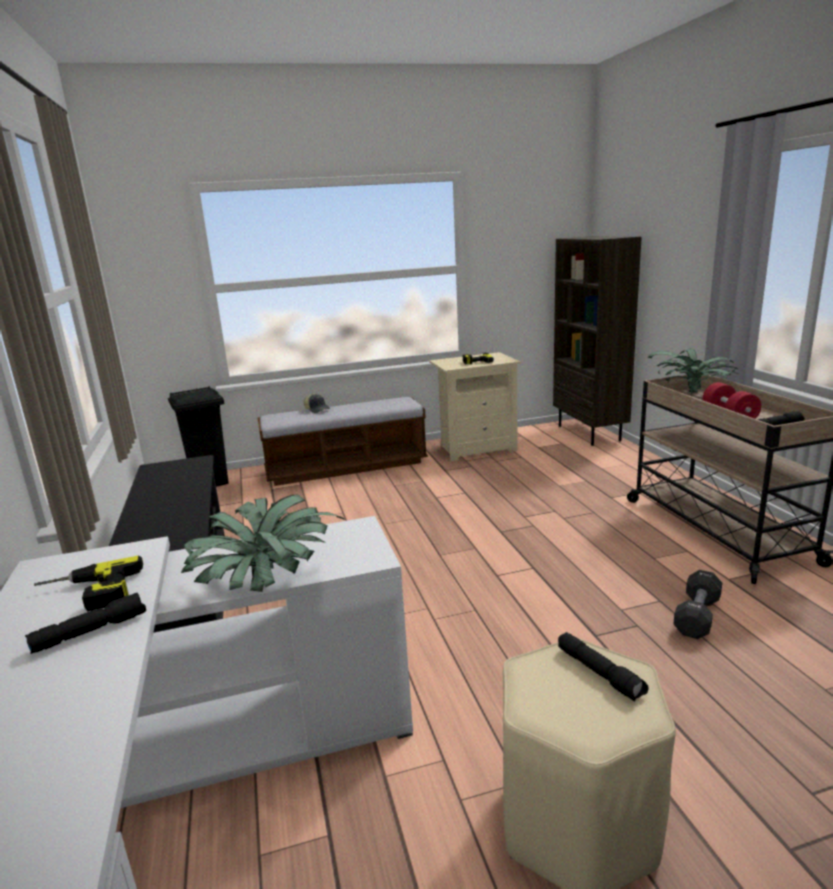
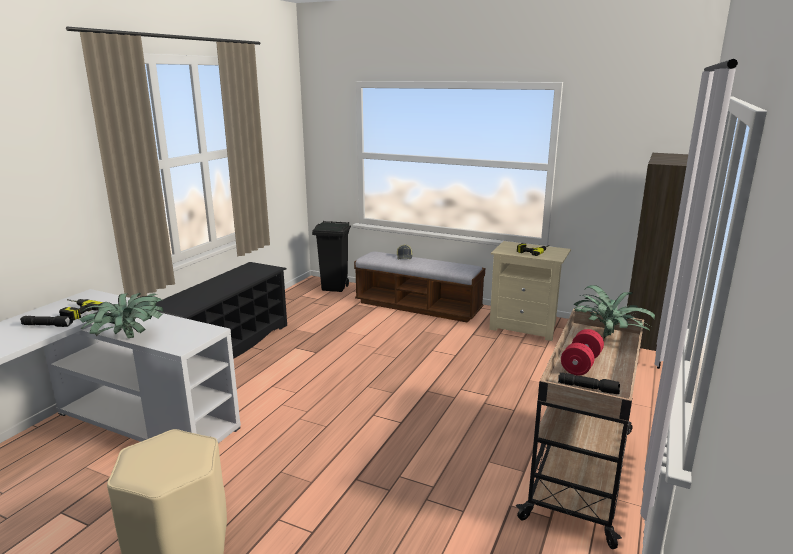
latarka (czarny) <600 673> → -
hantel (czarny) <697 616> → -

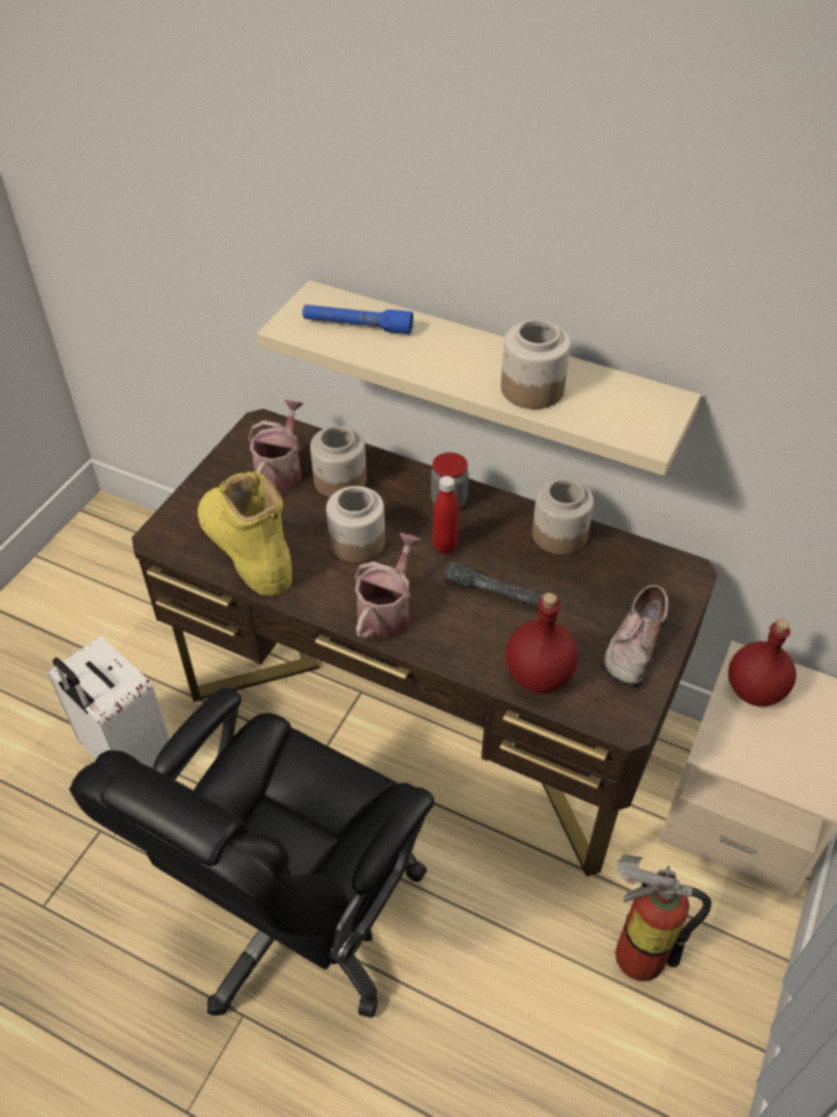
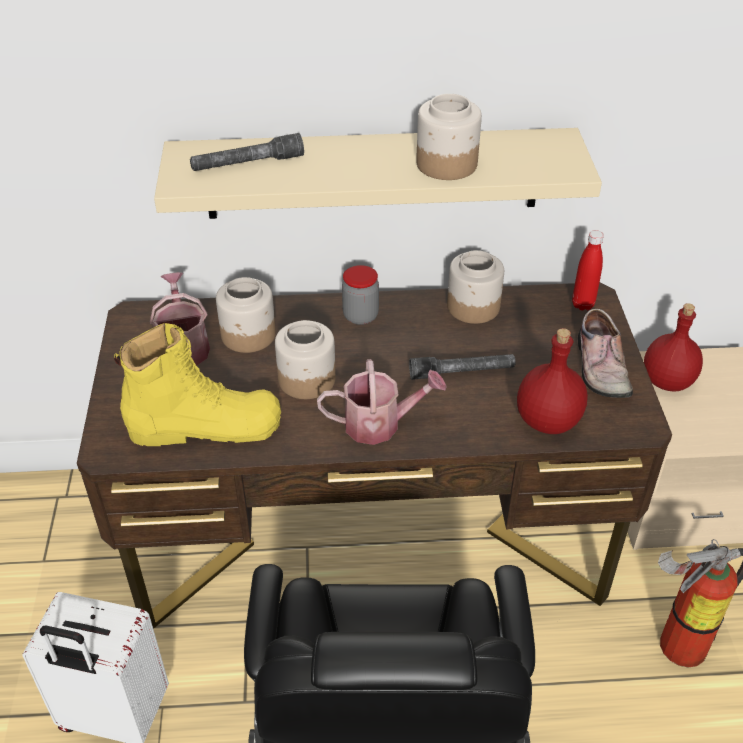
butelka (czerwony) <445 546> → butelka (czerwony) <582 304>, moved
latarka (niebieski) <357 326> → latarka (szary) <247 164>
but z cholewką (żółty) <246 549> → but z cholewką (żółty) <205 426>, 150 degrees clockwise
konewka <387 610> → konewka <380 424>, 90 degrees clockwise

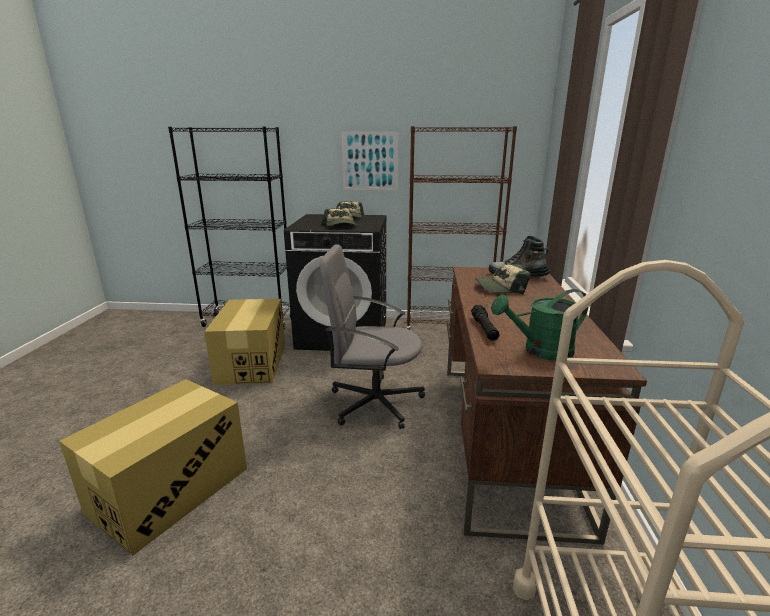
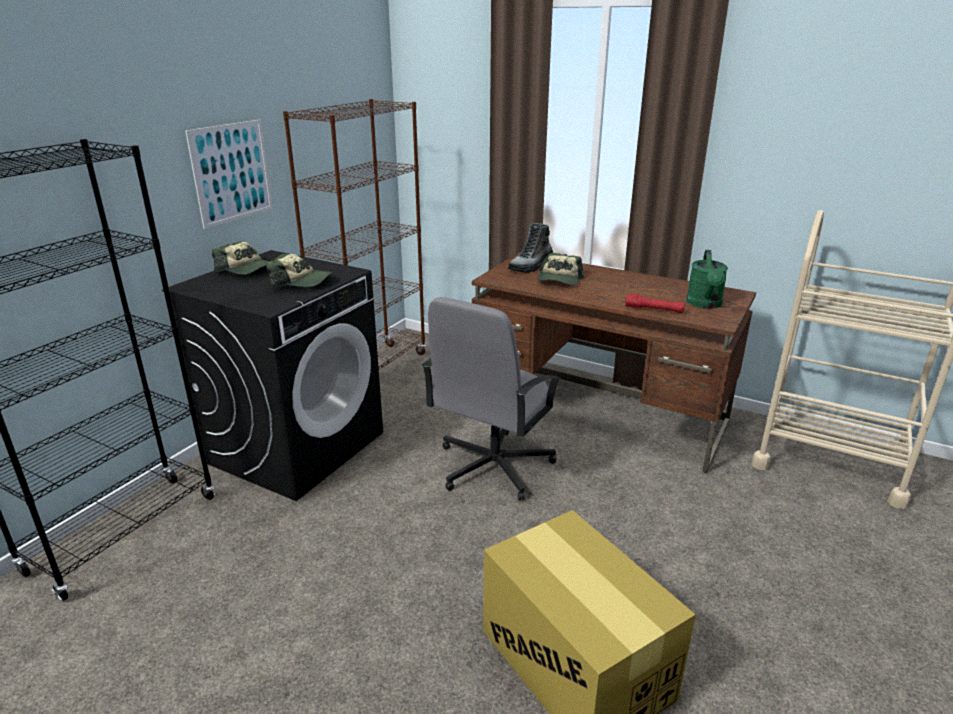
karton <252 363> → -
latarka (czarny) <484 328> → latarka (czerwony) <654 310>

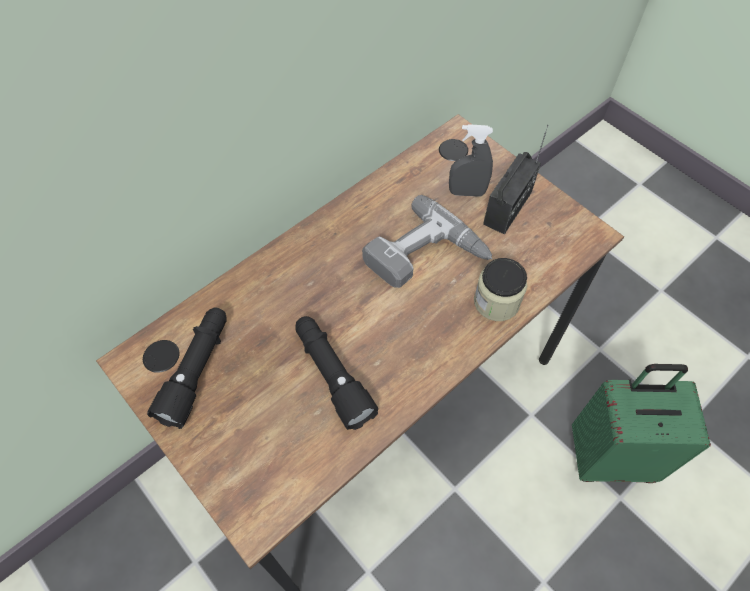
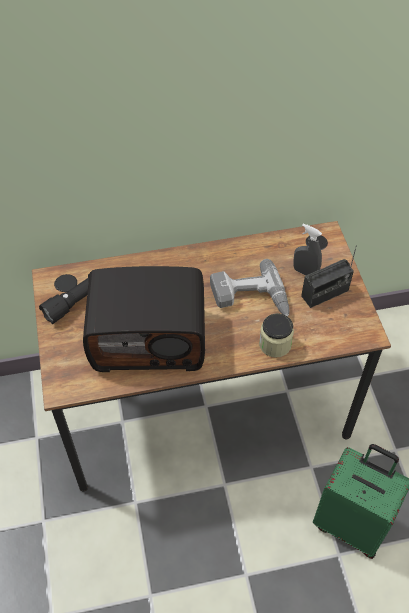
latarka (czarny) <332 375> → radio <149 337>

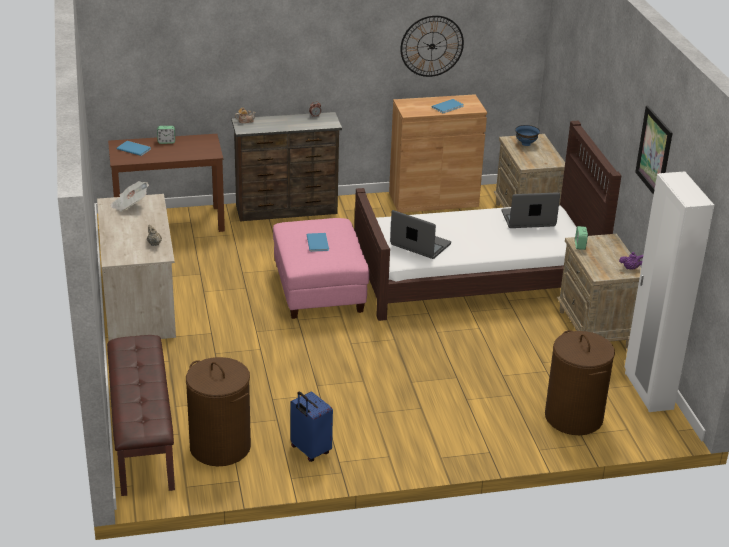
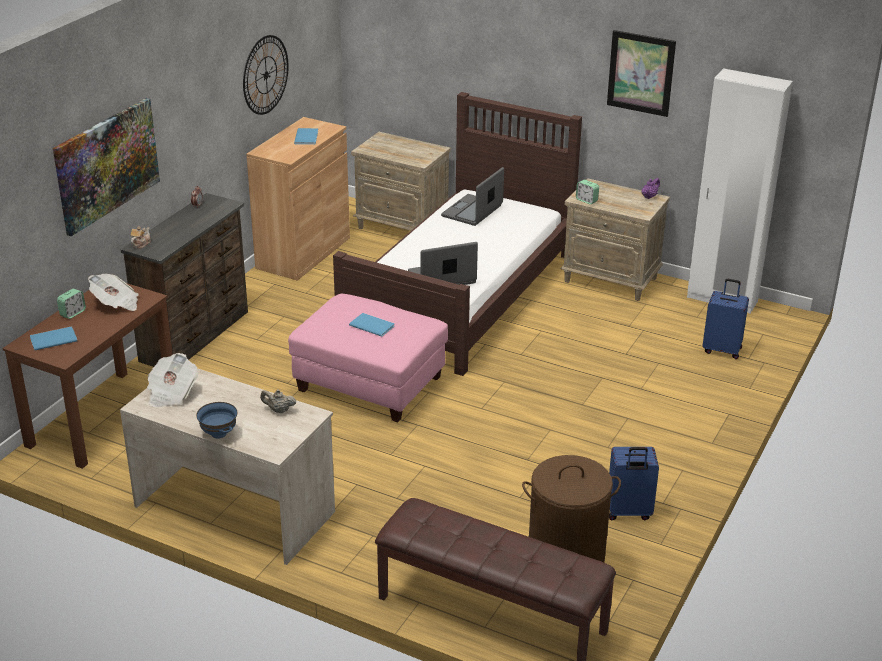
- → obraz <107 165>
- → gazeta <116 304>
miska (niebieski) <525 144> → miska (niebieski) <218 434>, moved
kosz na pranie (brązowy) <574 417> → walizka (niebieski) <722 349>

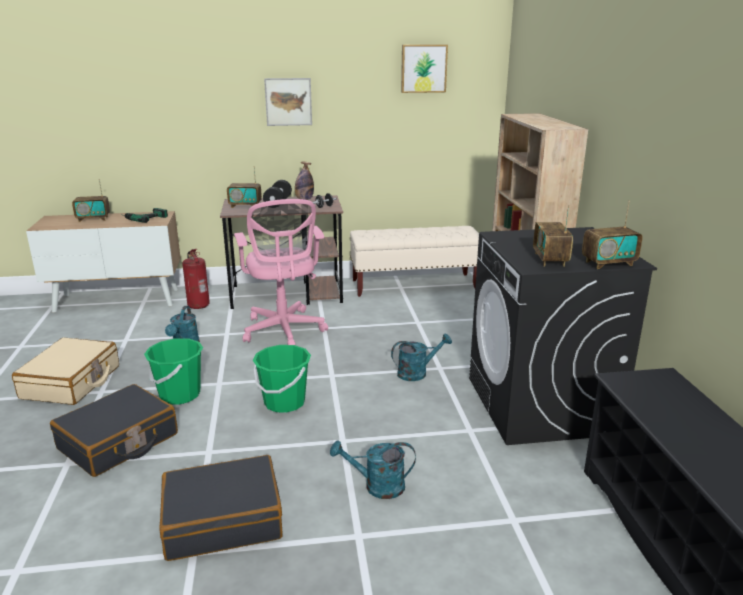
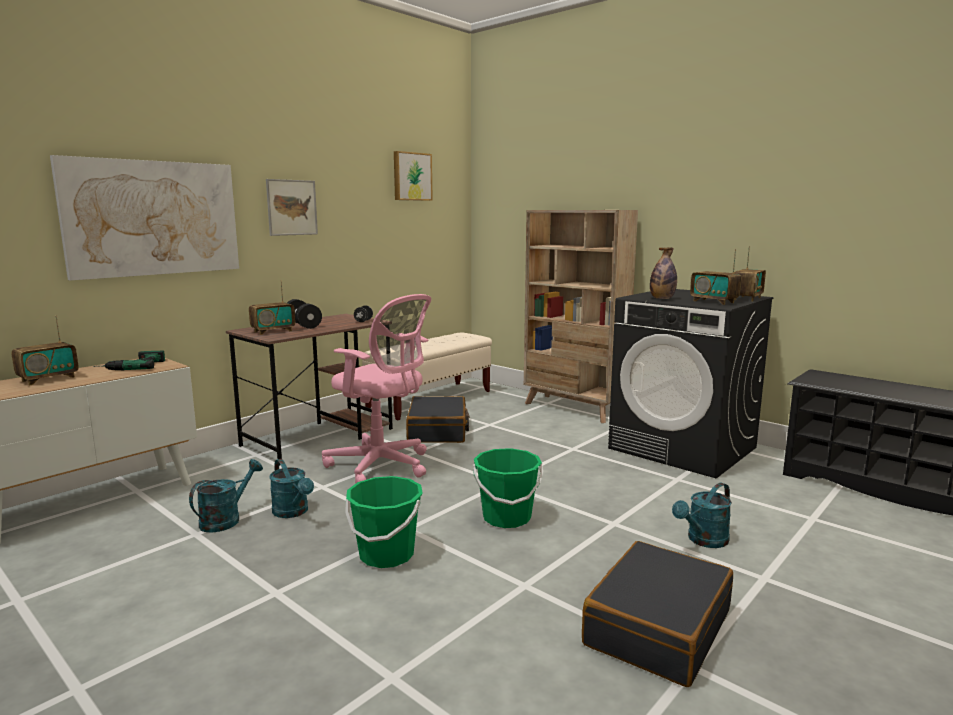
walizka (beżowy) <71 382> → -
gaśnica <198 305> → -
- → obraz <153 218>
walizka (czarny) <118 442> → walizka (czarny) <438 431>, moved
butelka <304 199> → butelka <662 299>, moved
konewka (turkusowy) <417 373> → konewka (turkusowy) <226 519>, moved

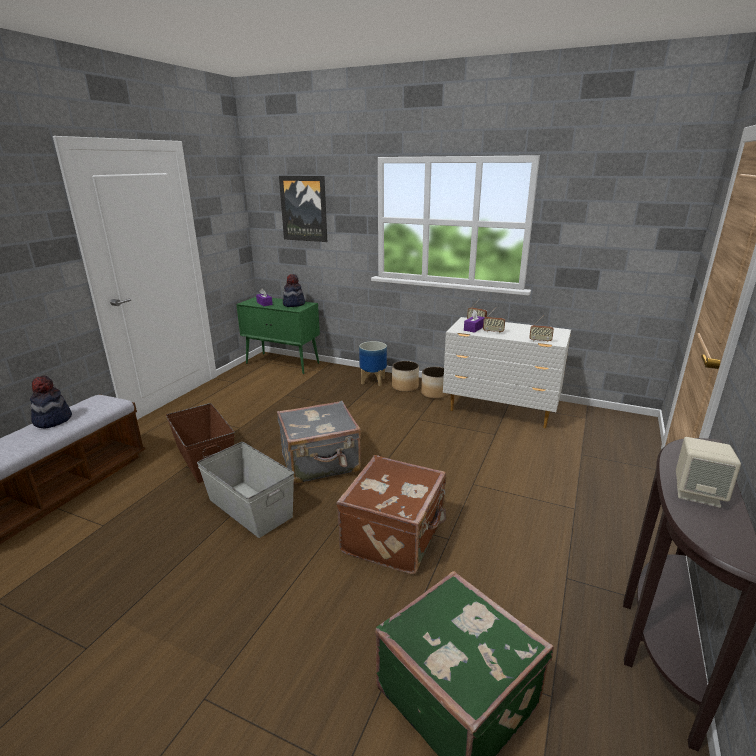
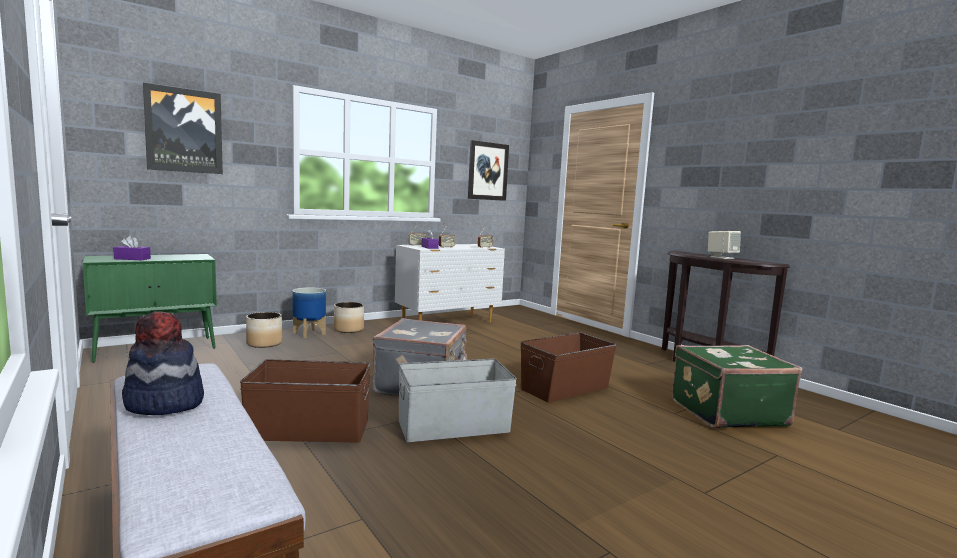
kapelusz <293 304> → -
- → obraz <488 171>
donica <434 393> → donica <264 343>, moved
walizka (brązowy) <395 536> → pojemnik do przechowywania (brązowy) <564 388>

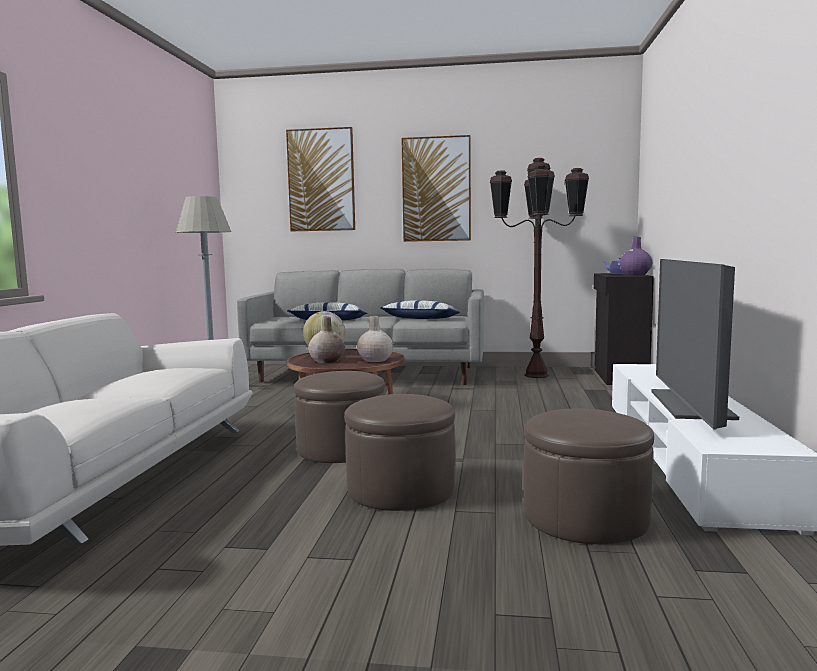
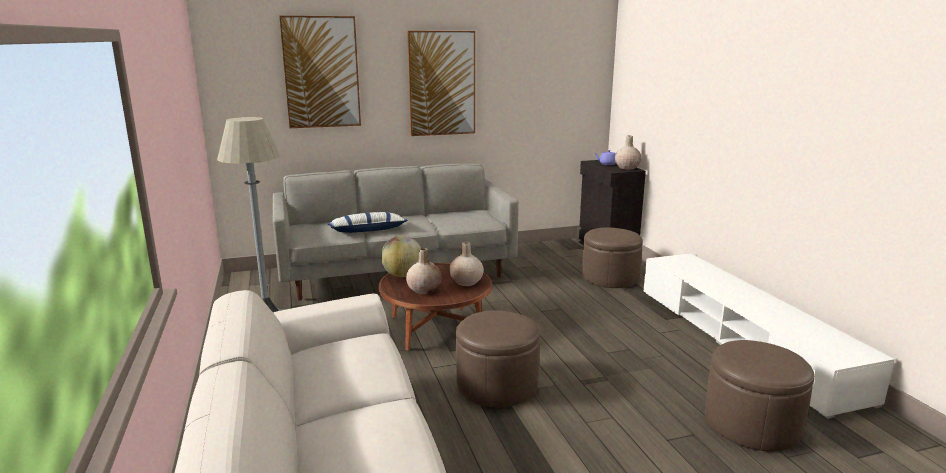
poduszka <420 319> → -
lampa stojąca (brązowy) <536 375> → -
telewizor <691 405> → -
pufa (brązowy) <401 489> → pufa (brązowy) <610 277>, moved
wazon (fioletowy) <635 275> → wazon (beżowy) <627 168>

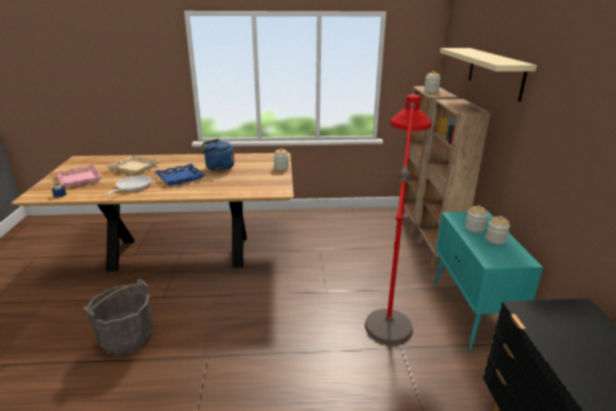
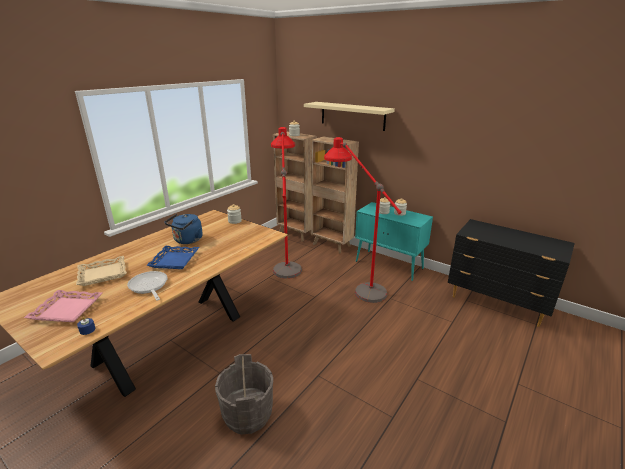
- → lampa stojąca (czerwony) <287 260>

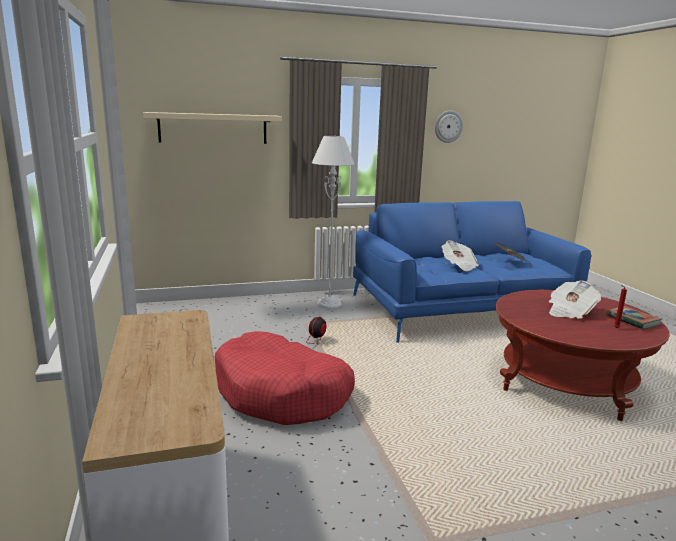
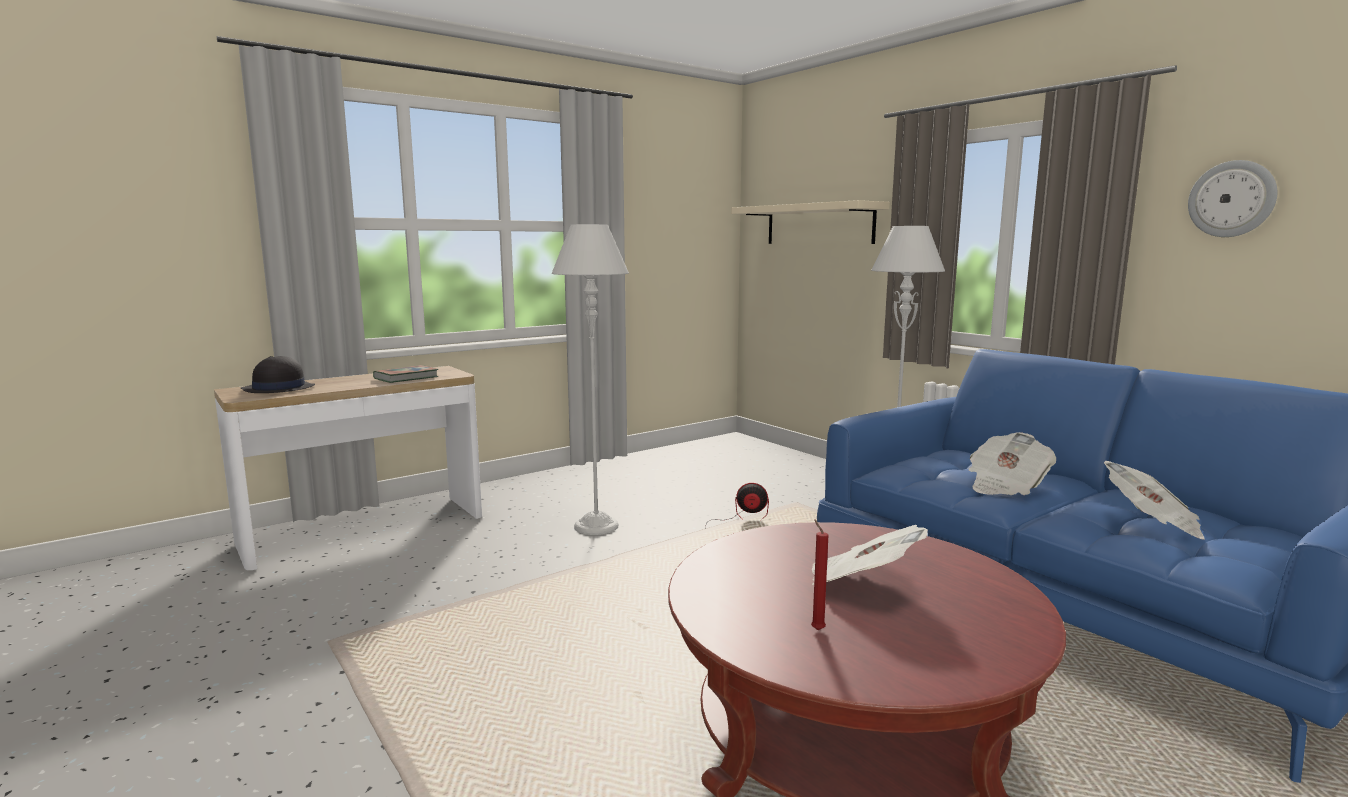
- → kapelusz (czarny) <278 388>
książka <632 320> → książka <406 378>, moved
legowisko (czerwony) <282 393> → lampa stojąca (szary) <596 526>

